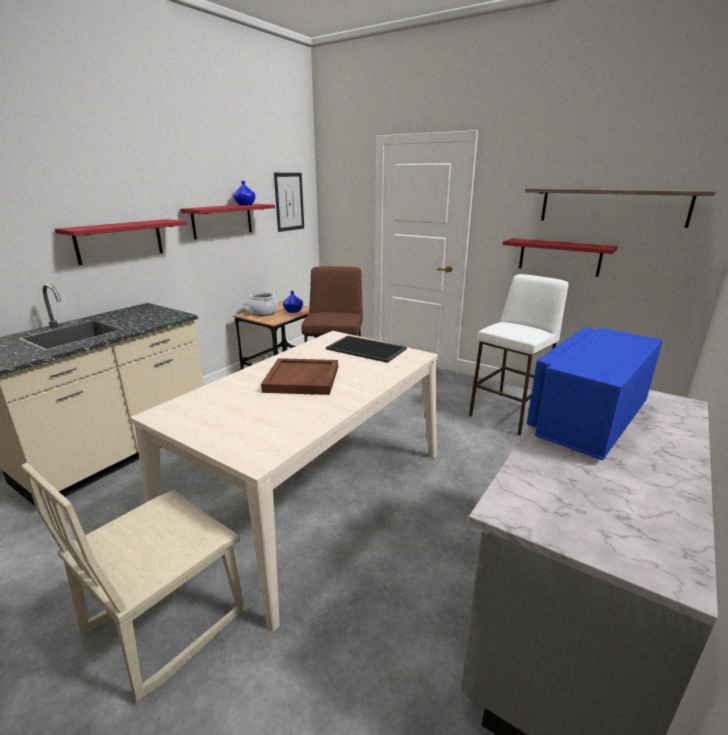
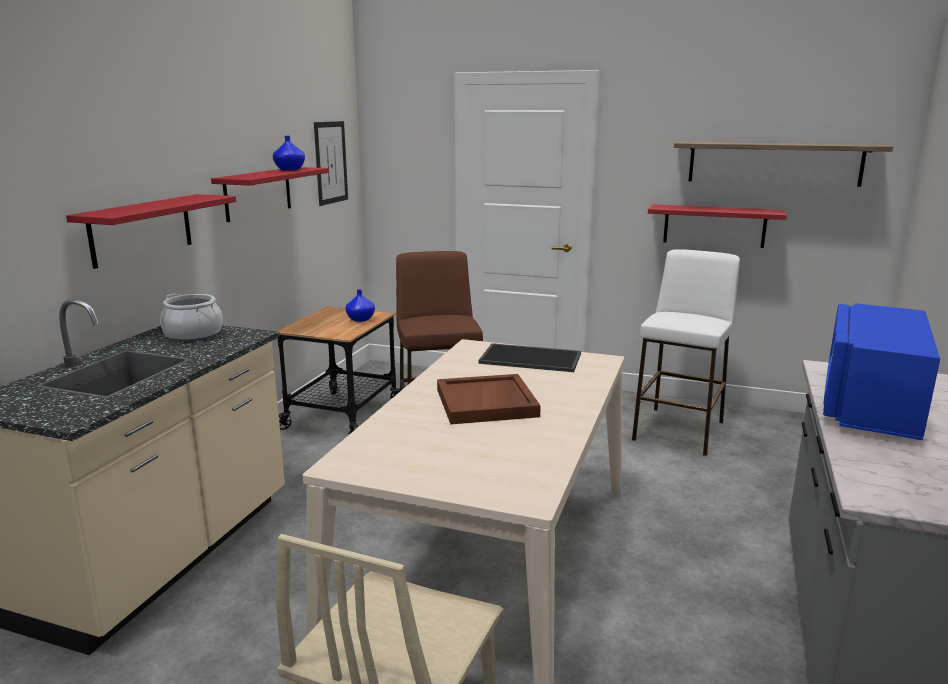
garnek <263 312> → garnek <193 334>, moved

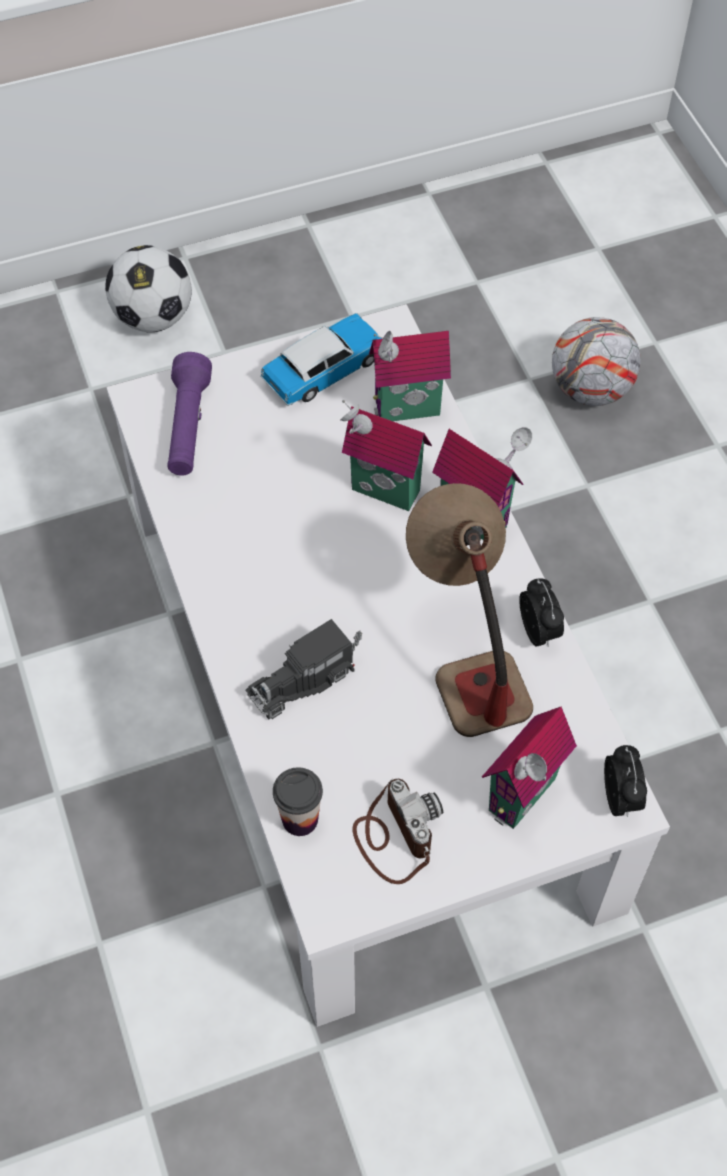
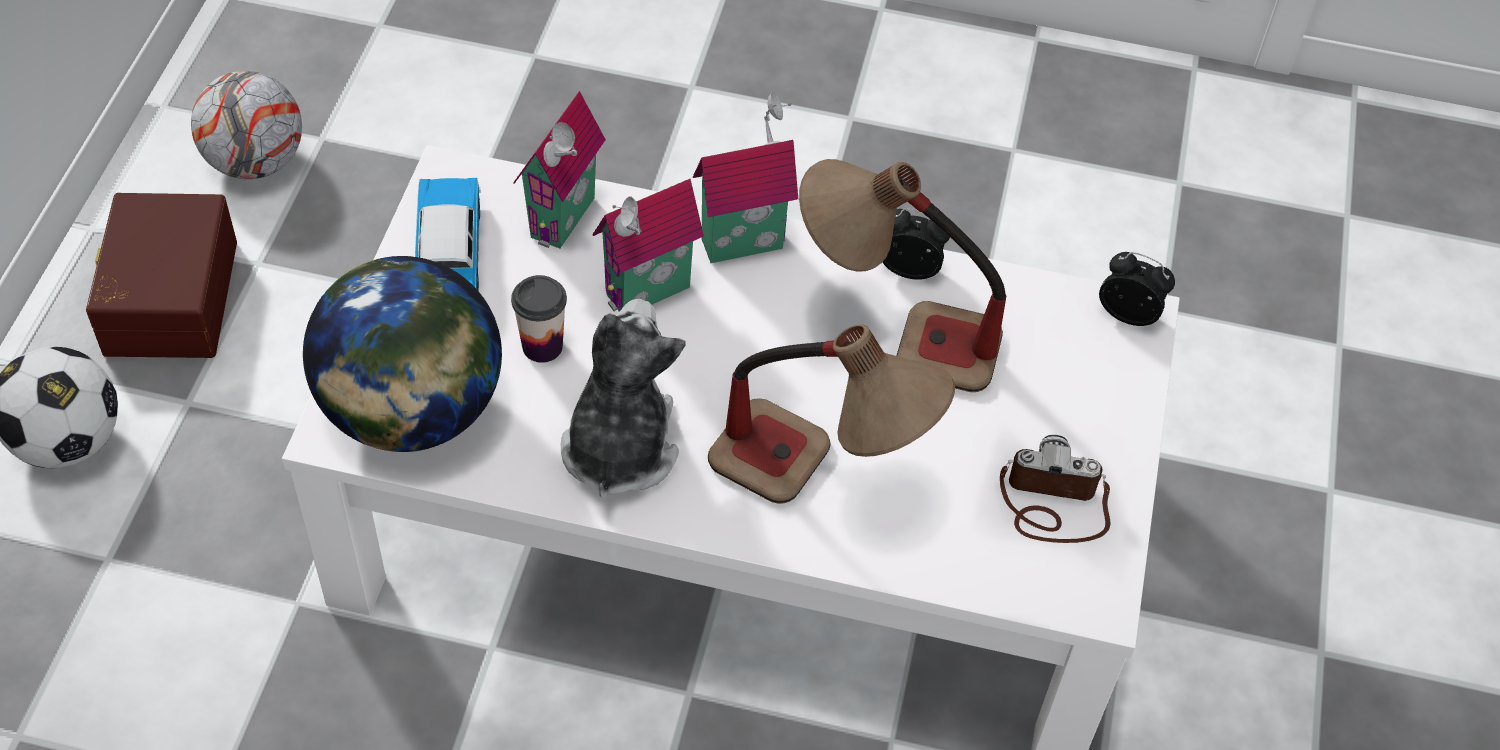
domek <525 798> → -
- → pojemnik do przechowywania (brązowy) <166 297>
- → pluszak <619 446>
filiżanka <300 819> → filiżanka <542 346>, moved
piłka futbolowa <590 389> → piłka futbolowa <255 162>, moved
latarka (fioletowy) <188 427> → globus <412 411>
ciężarówka zabawkowa <305 678> → lampa stołowa <821 480>

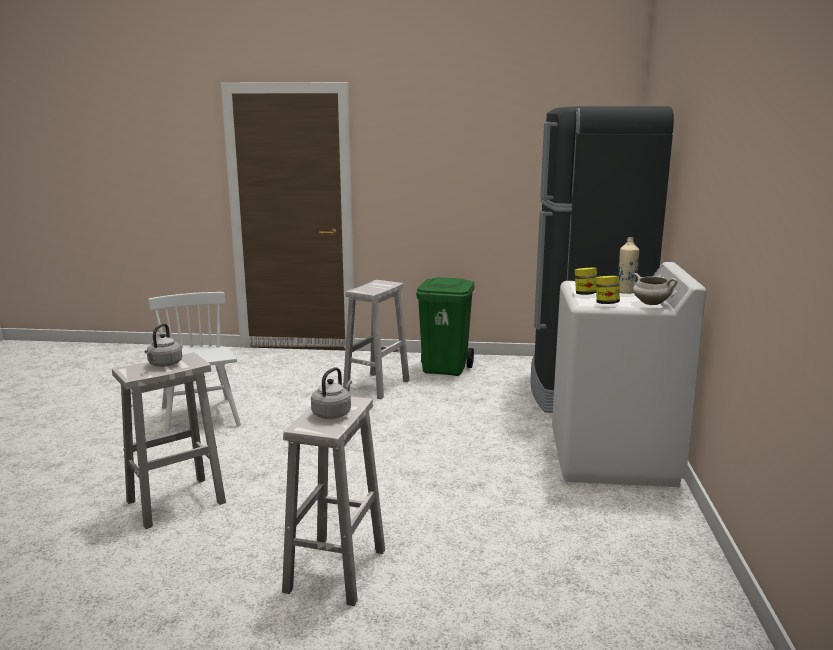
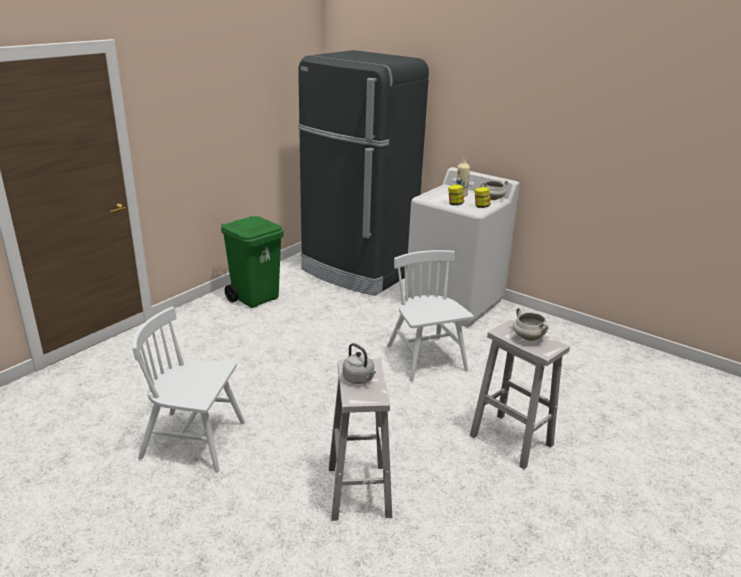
stołek (biały) <376 386> → -
- → krzesło (biały) <426 358>
czajnik (szary) <333 413> → garnek (biały) <527 337>

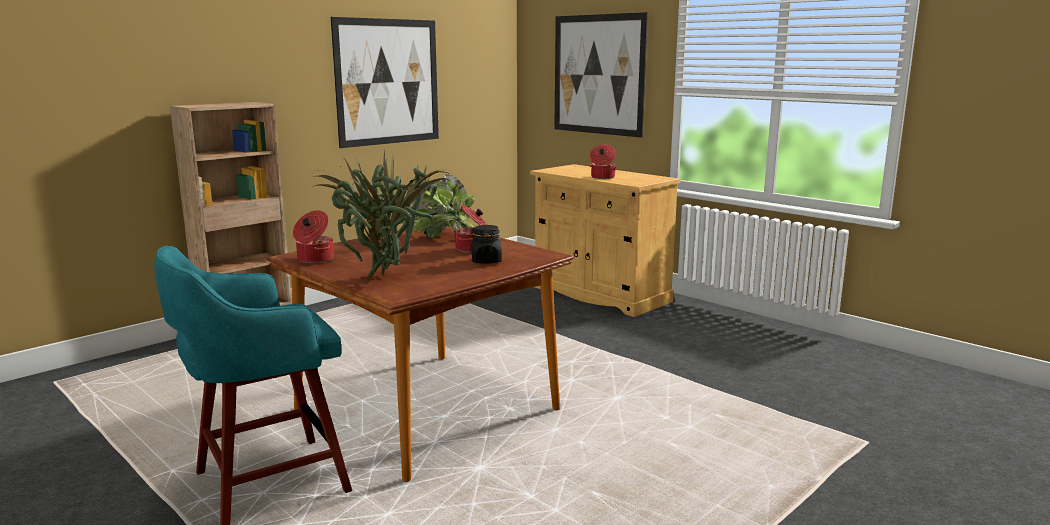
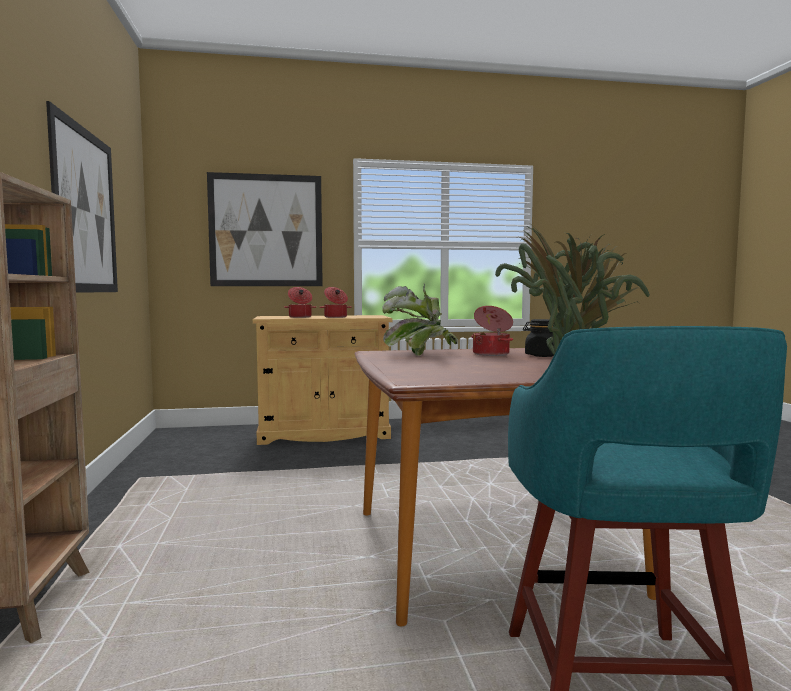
garnek <314 259> → garnek <300 317>, moved

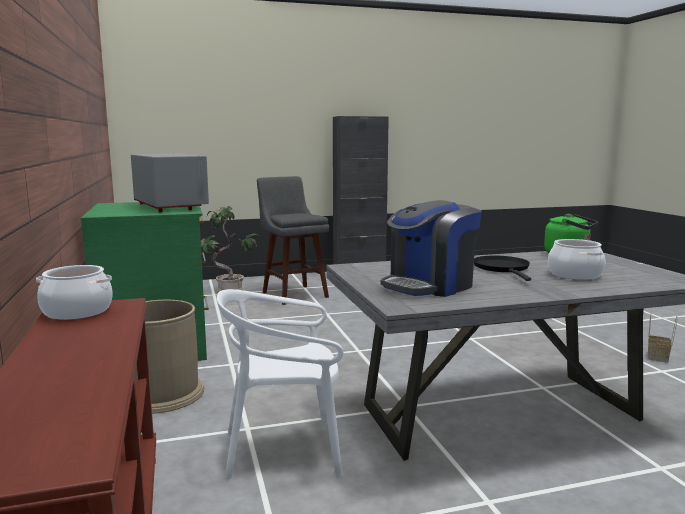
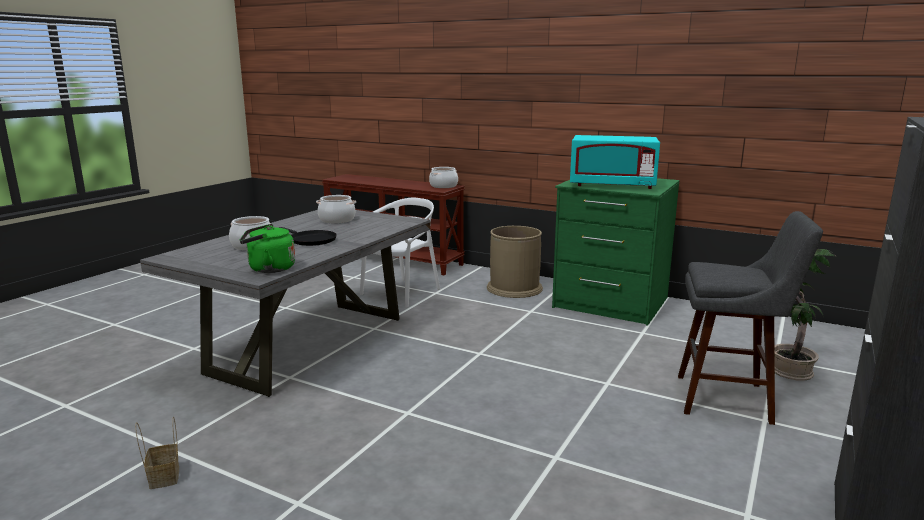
ekspres do kawy <429 285> → garnek <336 220>
mikrofalówka (szary) <170 206> → mikrofalówka (turkusowy) <612 185>

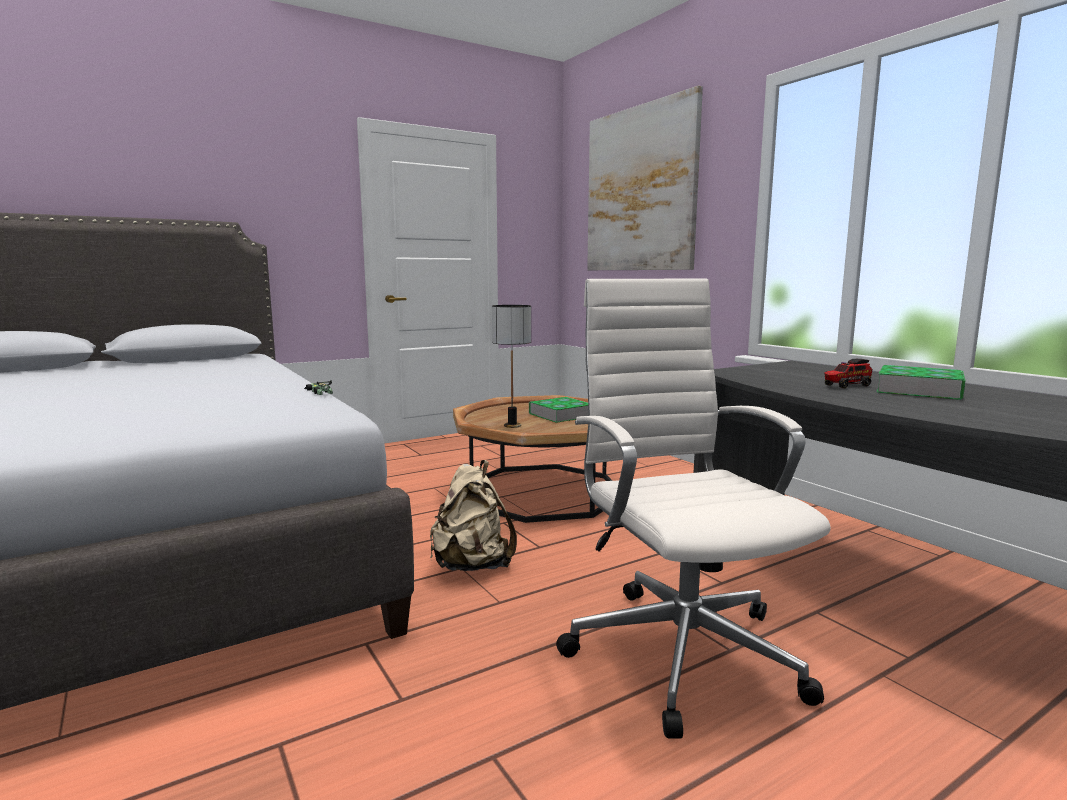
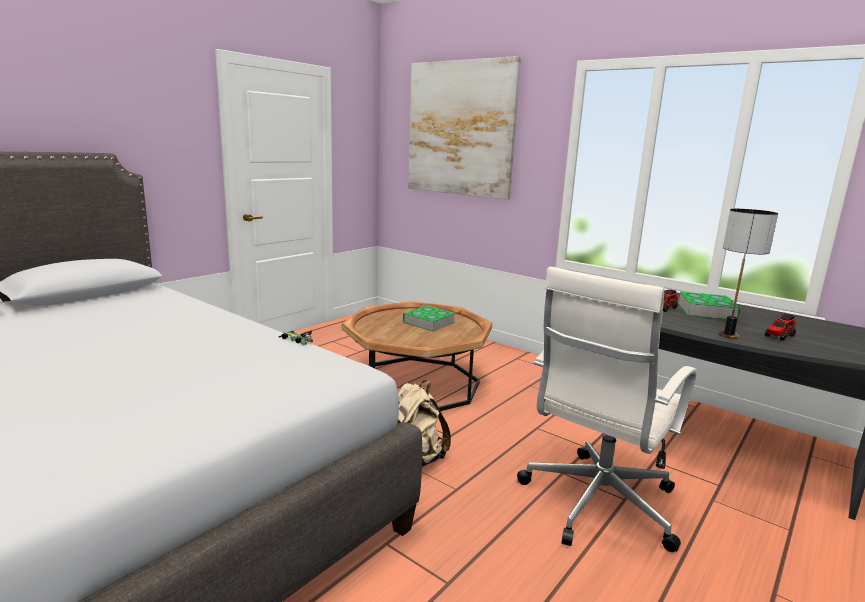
- → ciężarówka zabawkowa <779 336>
lampa stołowa <512 425> → lampa stołowa <727 335>, moved
krzesło biurowe (biały) <681 648> → krzesło biurowe (biały) <596 504>, 105 degrees counterclockwise

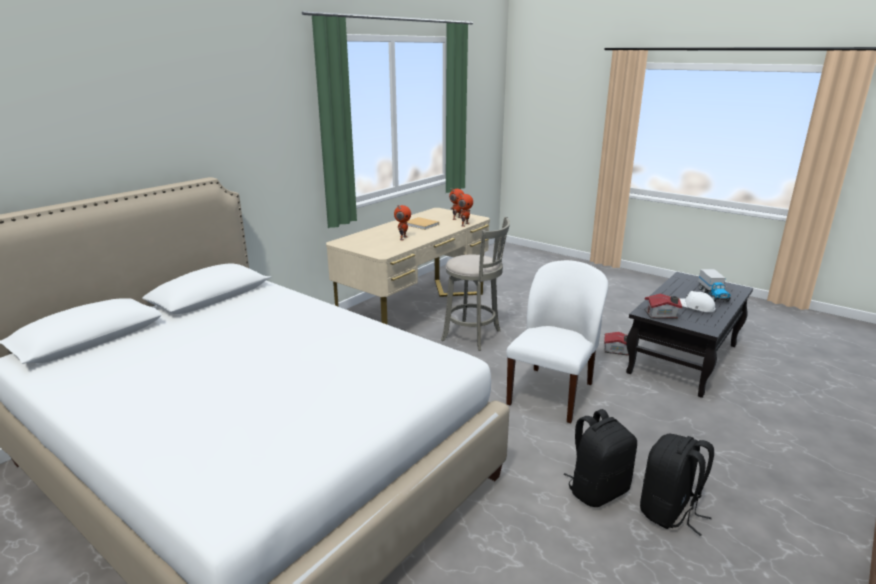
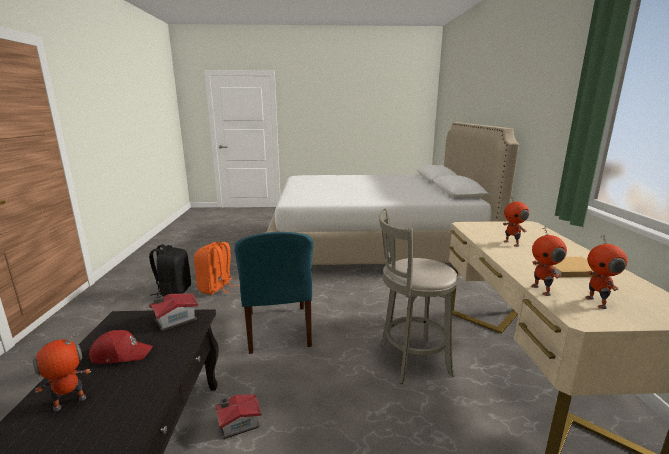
ciężarówka zabawkowa <713 295> → robot zabawkowy <70 404>
krzesło (biały) <551 393> → krzesło (niebieski) <278 330>
plecak (czarny) <597 490> → plecak (pomarańczowy) <216 288>
czapka z daszkiem (biały) <695 307> → czapka z daszkiem (czerwony) <121 354>

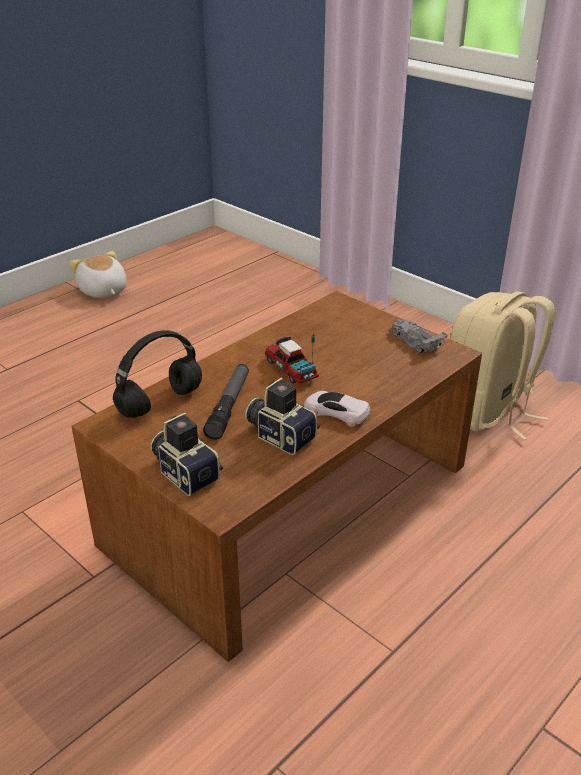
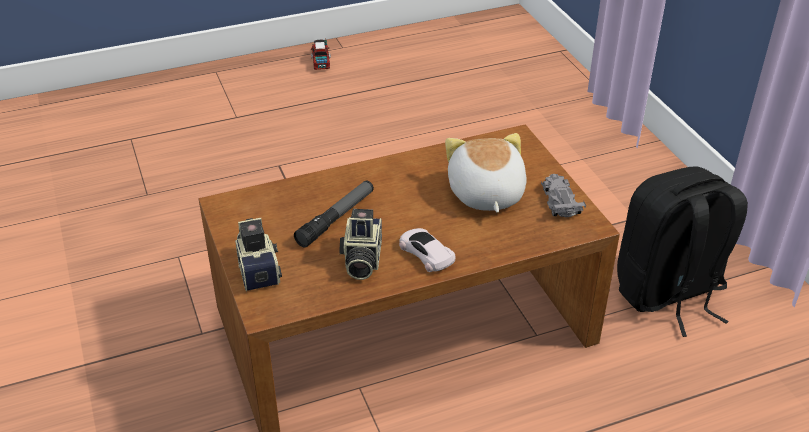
słuchawki (czarny) <159 403> → -
pluszak <103 291> → pluszak <485 194>, moved
ciężarówka zabawkowa <290 369> → ciężarówka zabawkowa <321 61>, moved
plecak (beżowy) <488 411> → plecak (czarny) <669 294>
aparat fotograficzny <281 435> → aparat fotograficzny <361 260>, 150 degrees counterclockwise

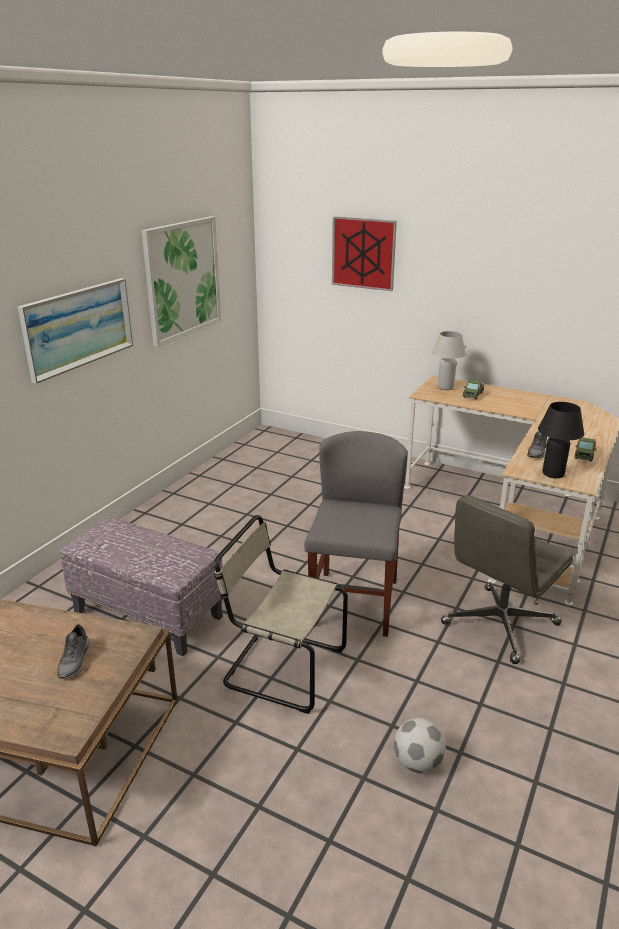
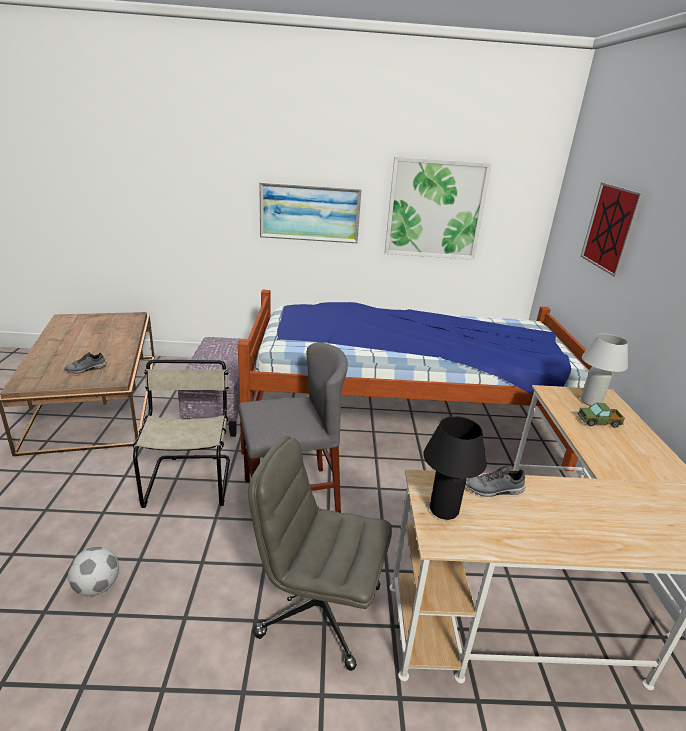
ciężarówka zabawkowa <584 455> → -
- → łóżko <400 420>

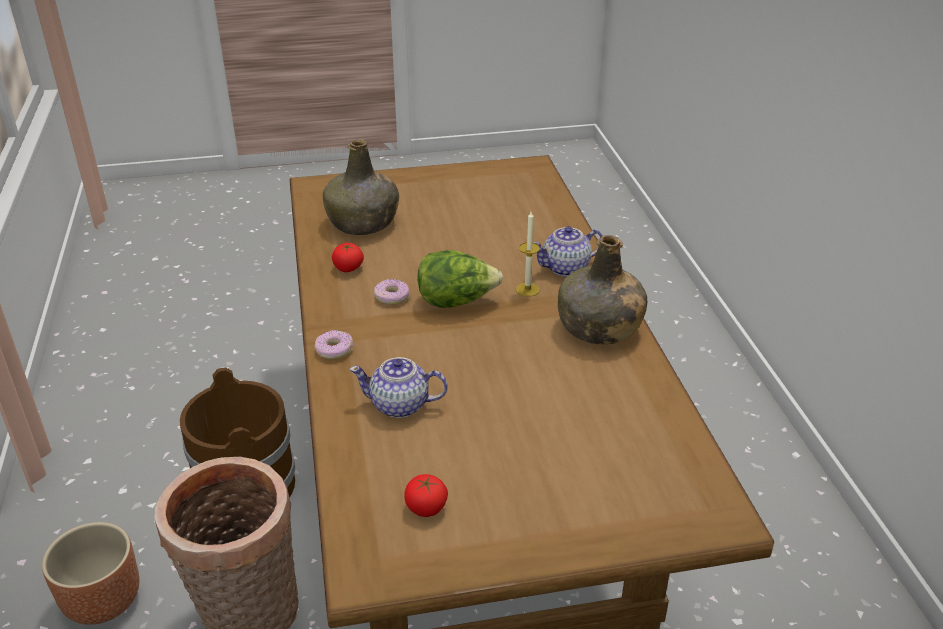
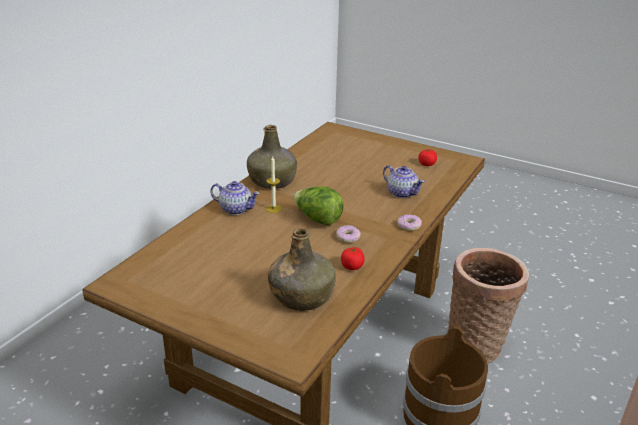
donica (brązowy) <102 601> → -

